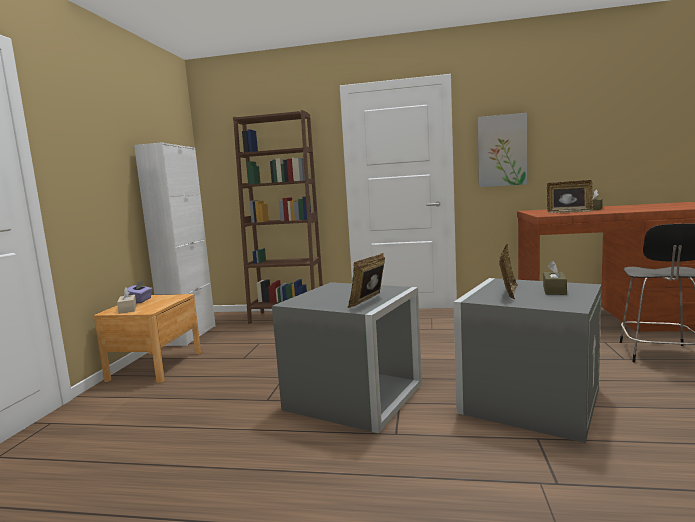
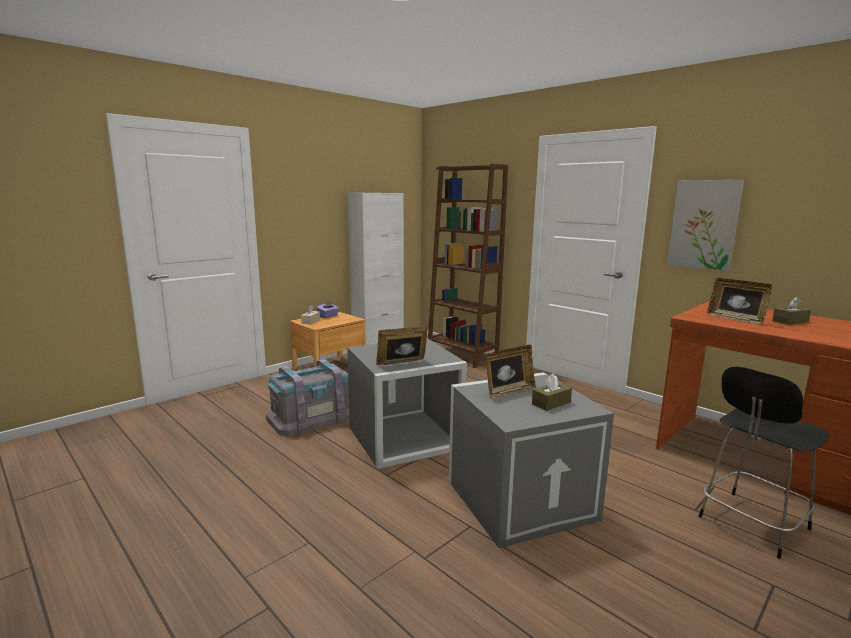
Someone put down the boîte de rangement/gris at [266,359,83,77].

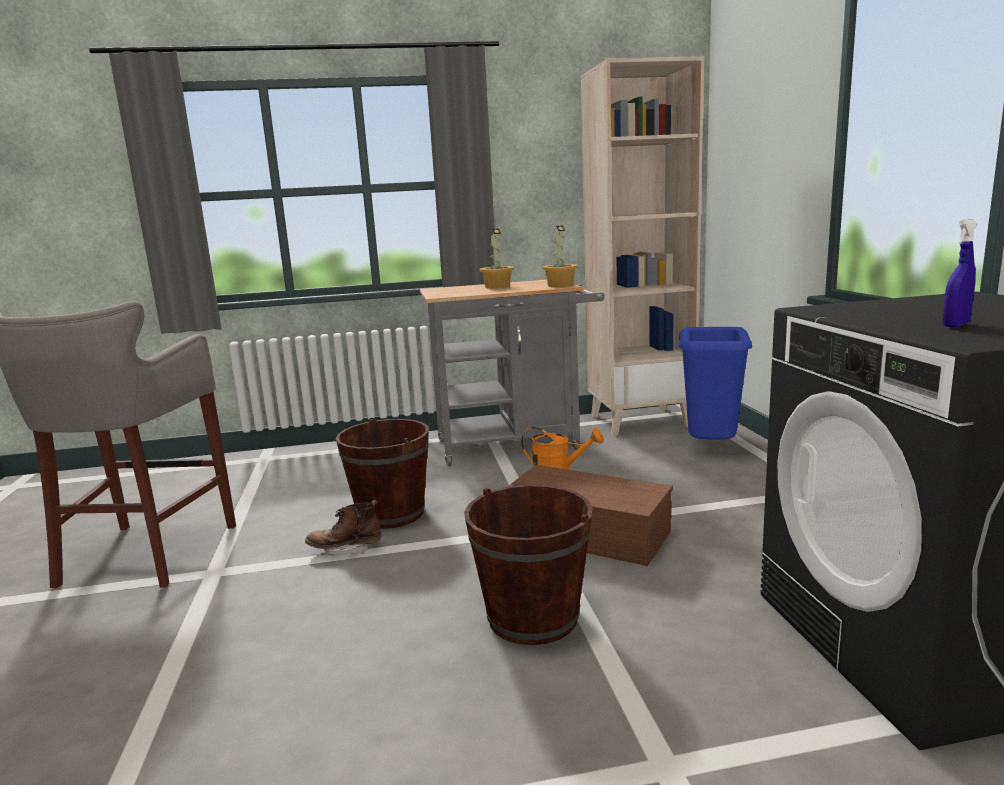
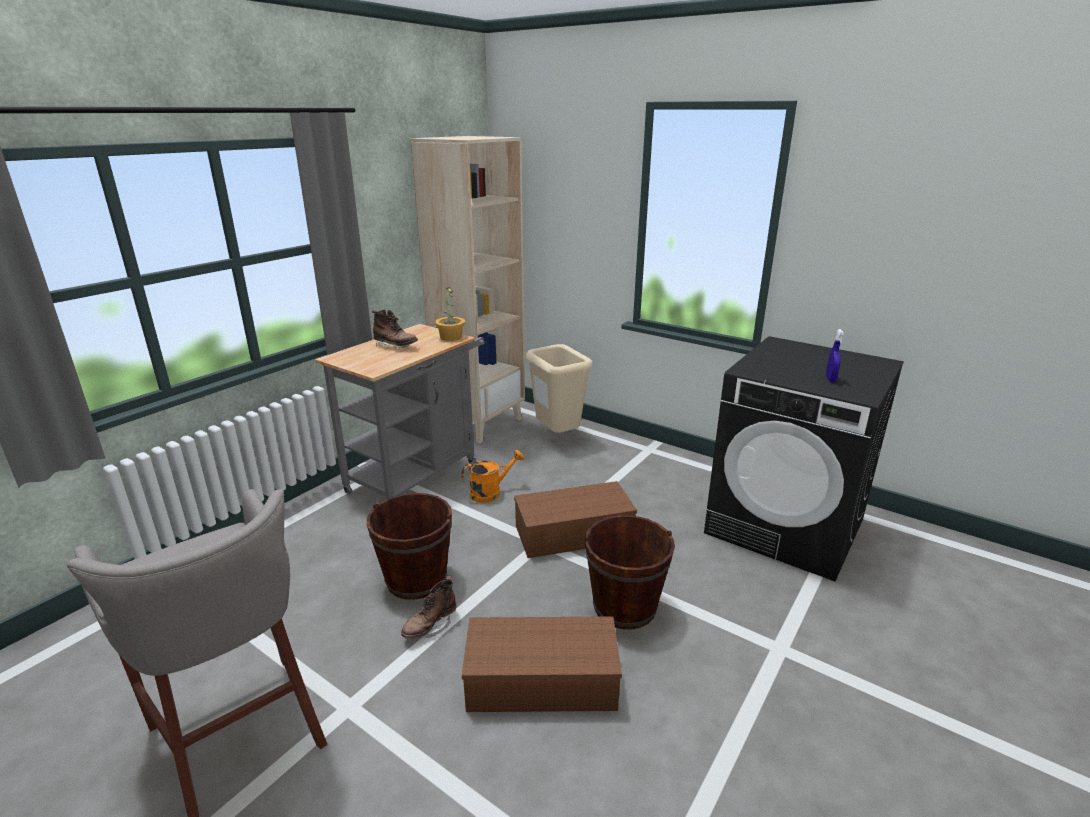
Someone swapped the plante en pot at [480,229,34,60] for the botte/marron at [372,310,46,38]. Someone put down the boîte de rangement/marron at [462,617,160,95]. Someone repainted the poubelle/bleu at [679,327,73,113], which became the poubelle/beige at [526,344,66,89].

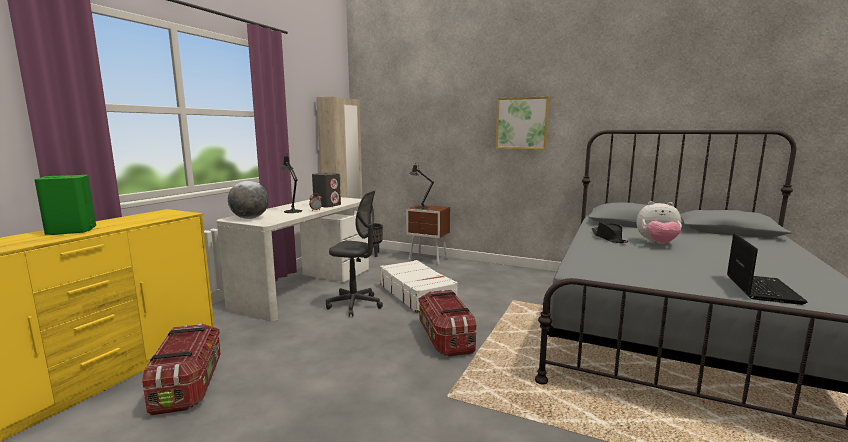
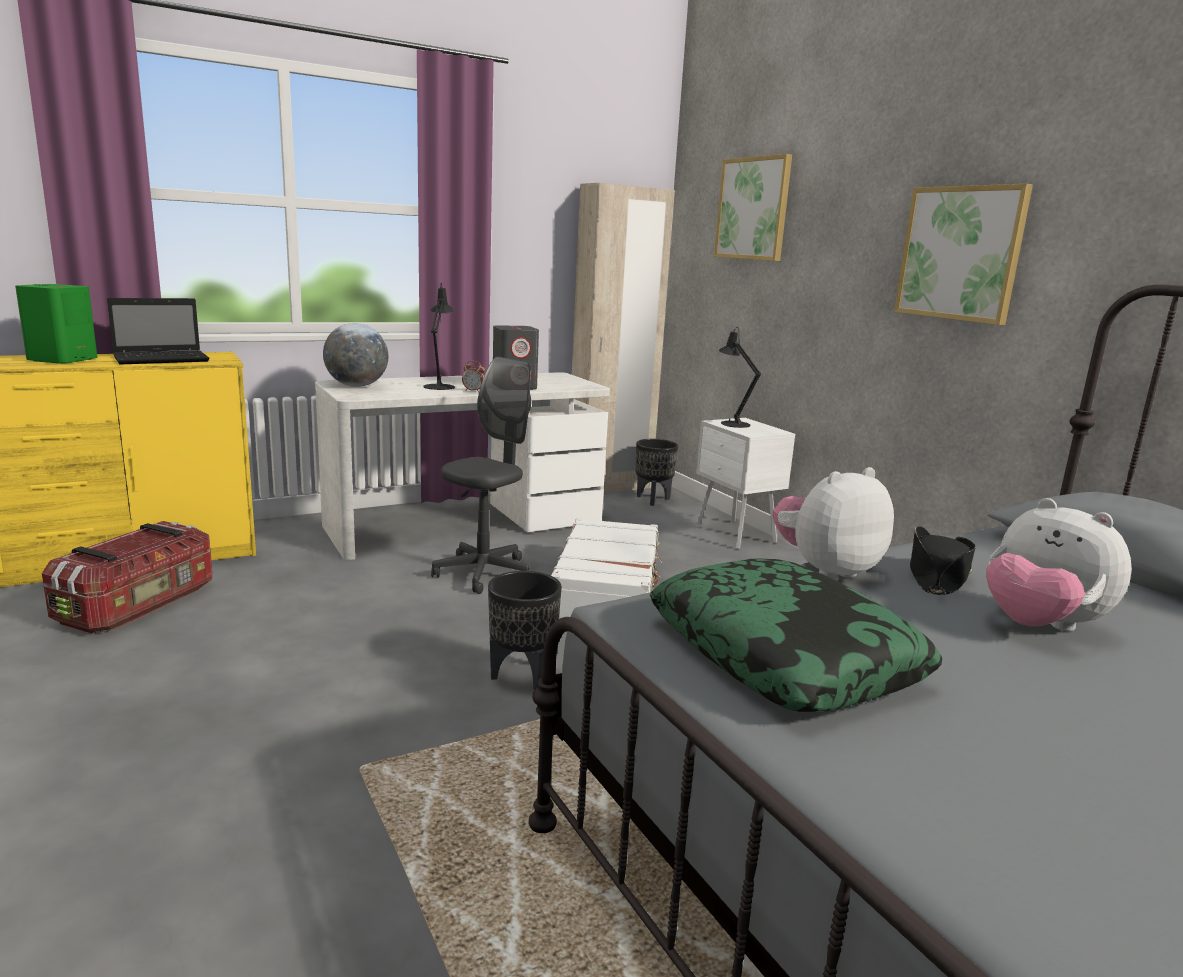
Someone carried the ordinateur portable from [727,233,81,72] to [107,298,103,67]. Someone rotated the chaise de bureau/gris at [326,190,57,127] by 105 degrees counterclockwise. Someone swapped the boîte de rangement at [419,290,57,67] for the cache-pot/noir at [488,571,74,119]. Someone put down the coussin at [650,558,292,154]. Someone repainted the table de chevet/marron at [406,205,44,60], which became the table de chevet/blanc at [696,418,99,132]. Someone put up the tableau at [714,154,78,107]. Someone put down the peluche at [773,467,121,114].

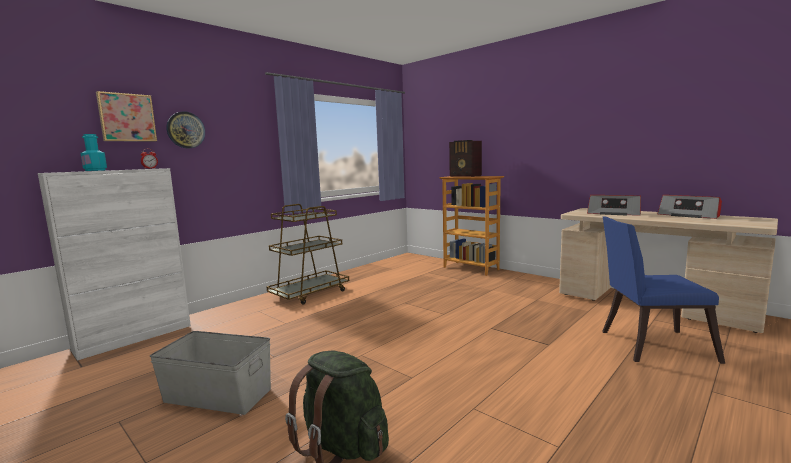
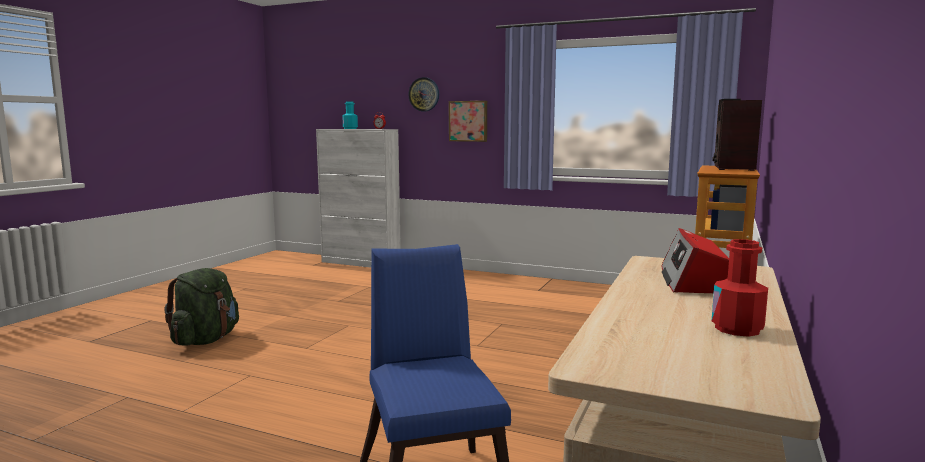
Someone carried the tableau from [96,91,61,51] to [449,101,38,41]. Someone swapped the radio at [658,195,64,24] for the bouteille/rouge at [712,239,56,98]. Someone took away the boîte de rangement/gris at [150,331,121,84]. Someone took away the chariot/marron at [267,204,82,100].

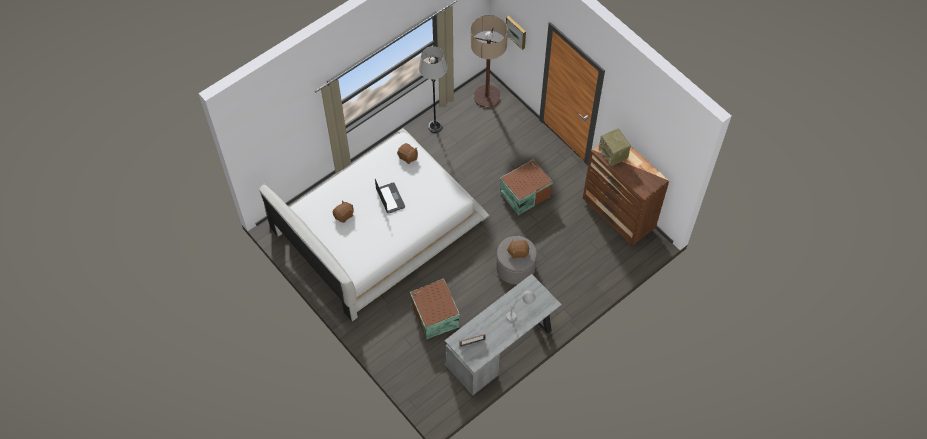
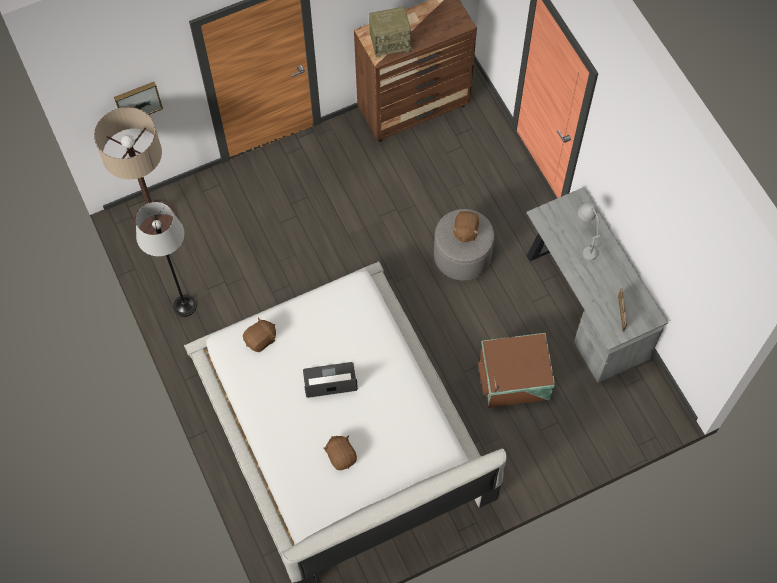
Someone took away the boîte de rangement/marron at [500,160,53,56].

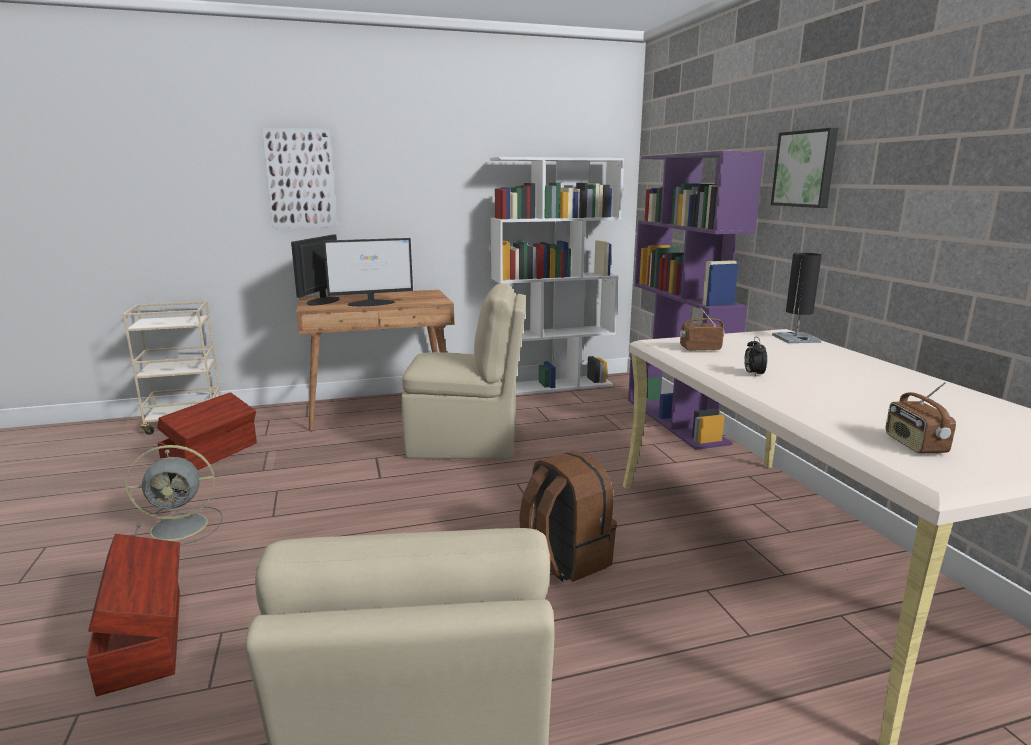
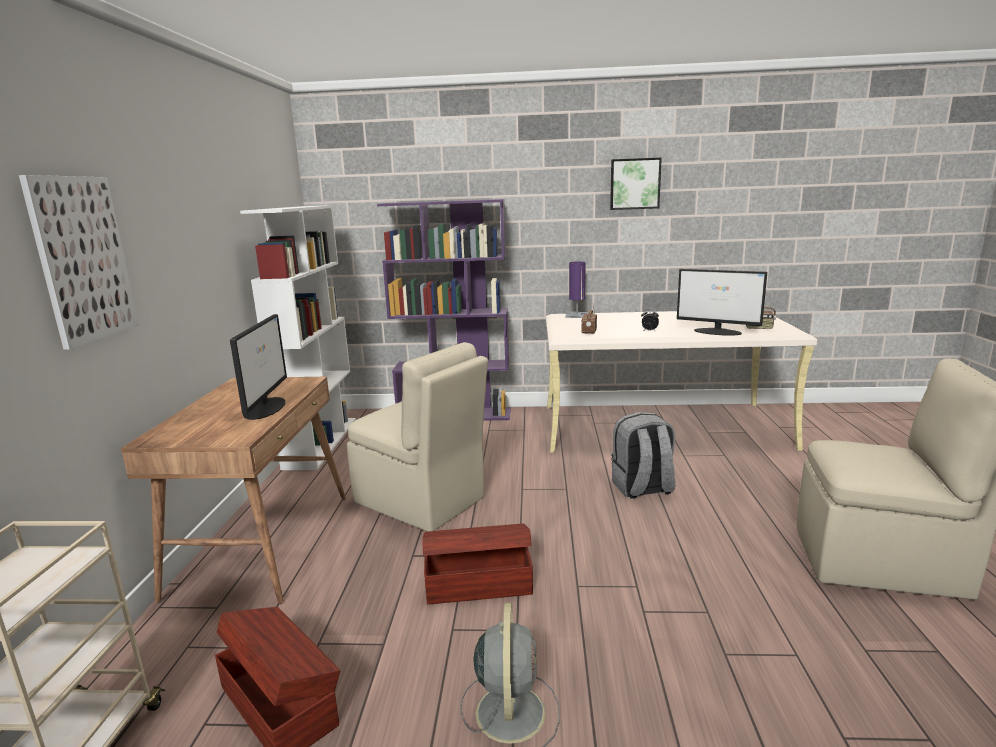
Someone rotated the chaise/beige at [401,283,125,176] by 105 degrees clockwise. Someone carried the boîte de rangement/marron from [86,534,94,162] to [422,523,111,81]. Someone repainted the lampe de table/noir at [772,253,50,90], which became the lampe de table/violet at [565,261,23,57]. Someone carried the tableau from [771,128,67,80] to [610,158,52,52]. Someone repainted the sac à dos/marron at [519,451,98,131], which became the sac à dos/gris at [611,412,64,87]. Someone carried the écran d'ordinateur from [291,234,49,71] to [677,269,90,67].

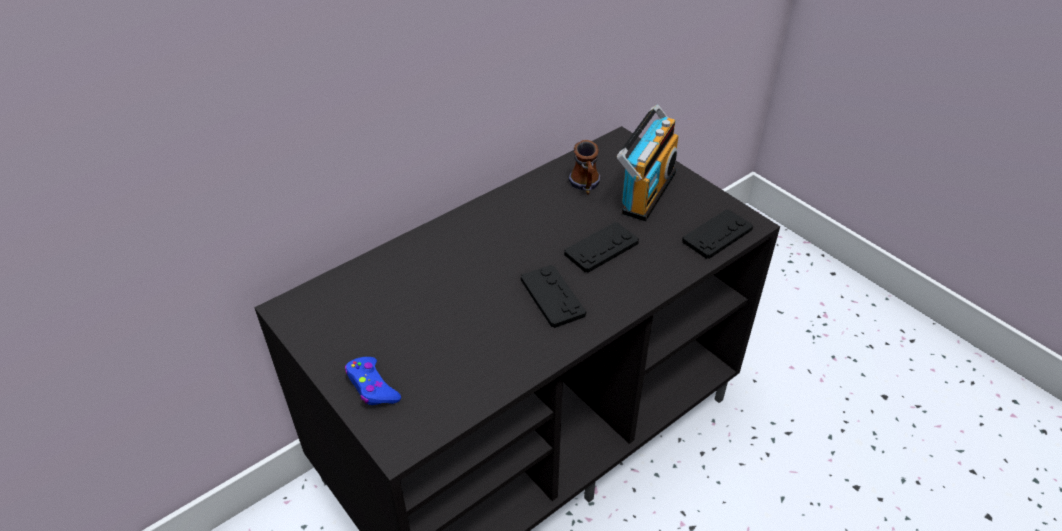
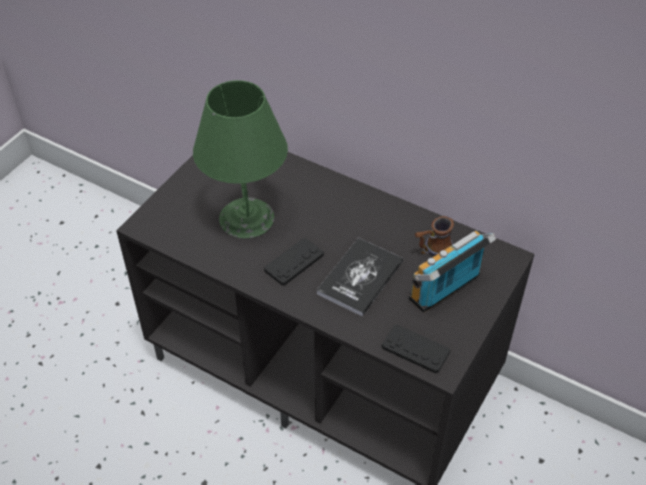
Someone put down the lampe de table/vert at [193,80,95,159]. Someone swapped the manette/noir at [564,222,75,51] for the livre at [317,238,86,78]. Someone rotated the radio at [617,105,62,116] by 135 degrees clockwise. Someone took away the manette/bleu at [345,357,56,48].

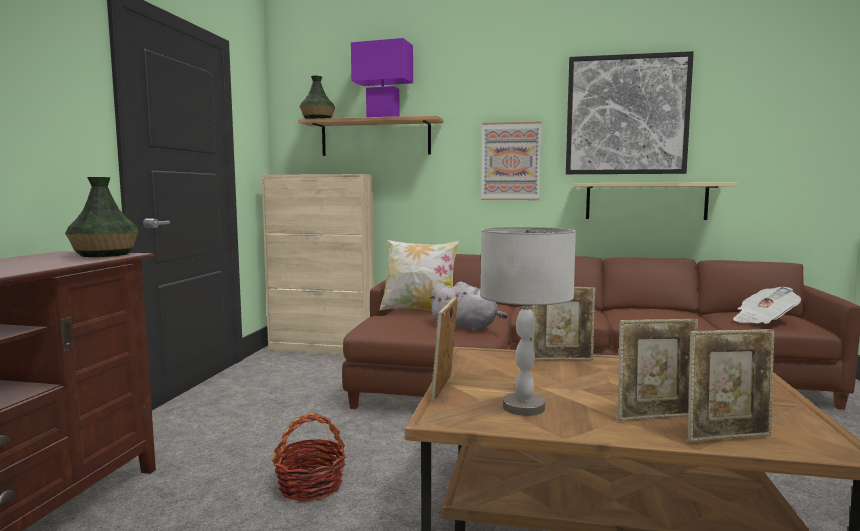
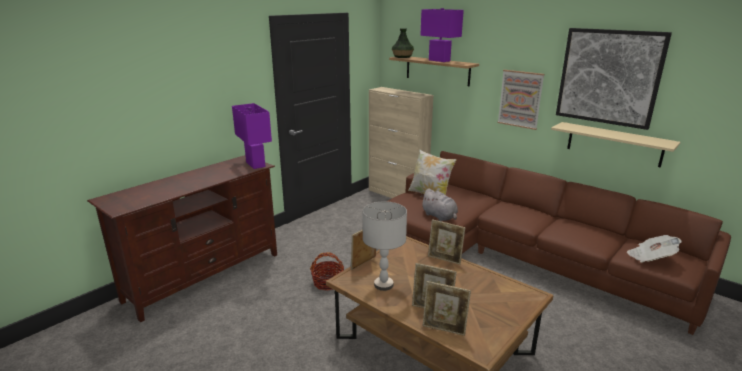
Someone swapped the vase at [65,177,74,80] for the lampe de table/violet at [232,103,40,66].

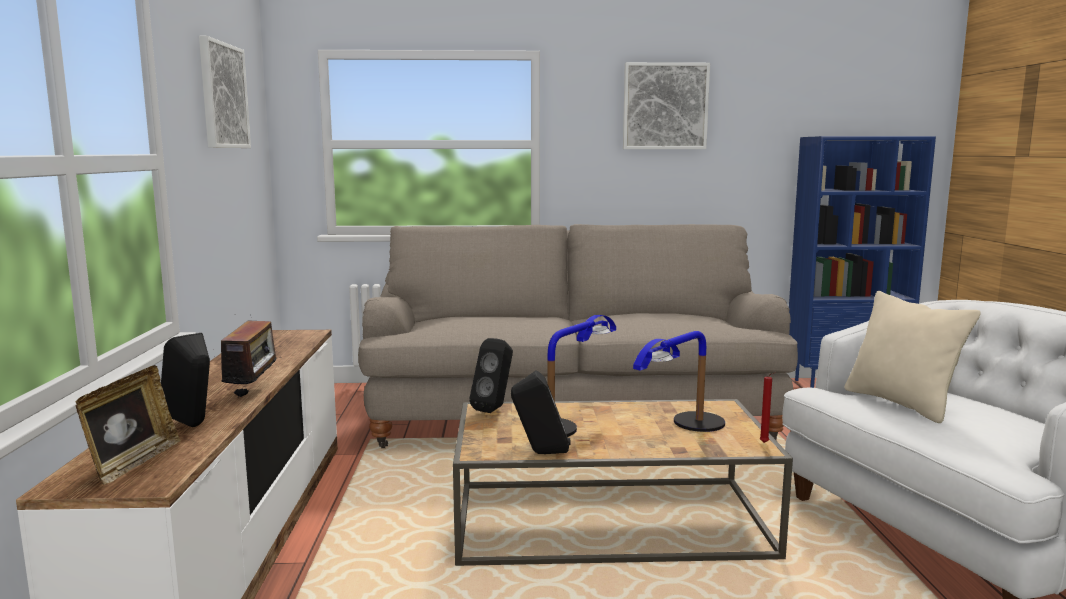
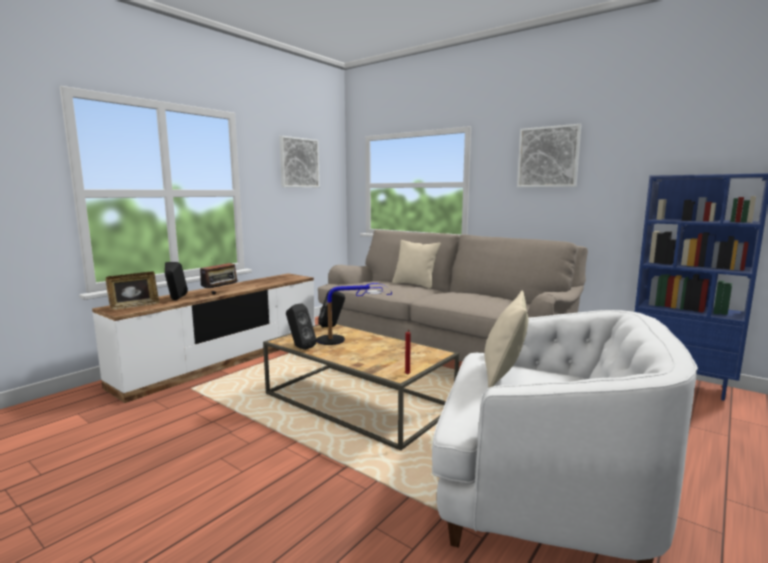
Someone put down the coussin/beige at [392,240,49,49]. Someone took away the lampe de table at [633,331,92,101].

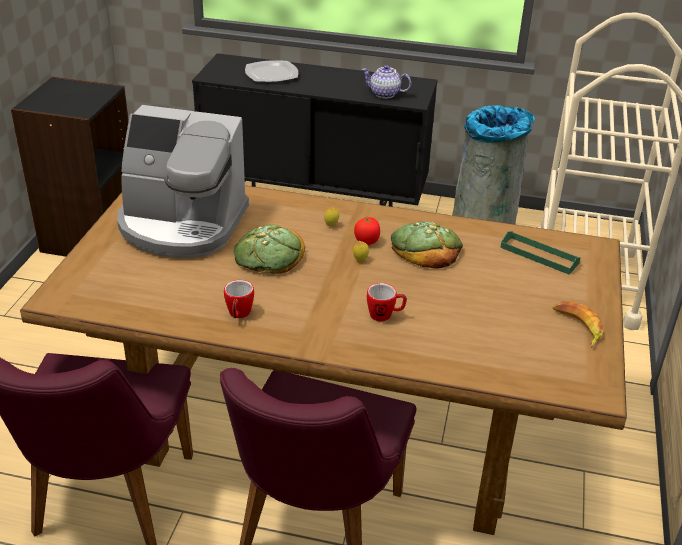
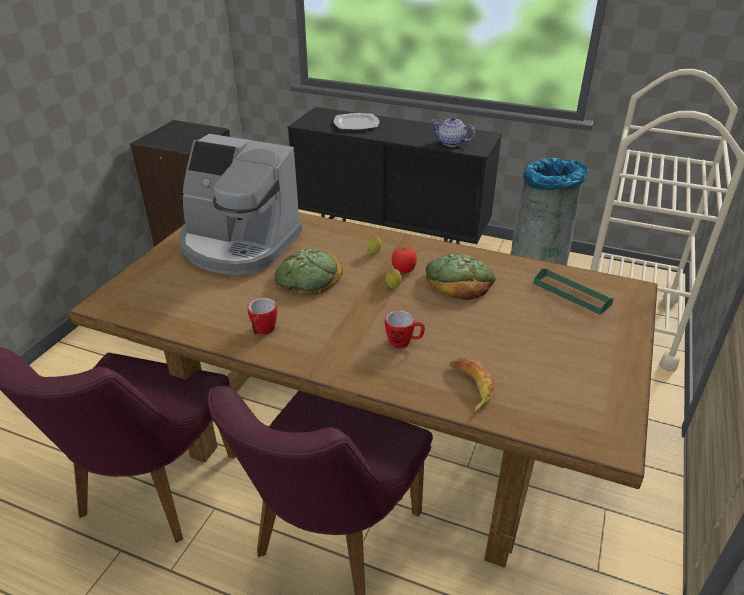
Someone carried the banane from [553,301,50,46] to [449,358,45,54].

